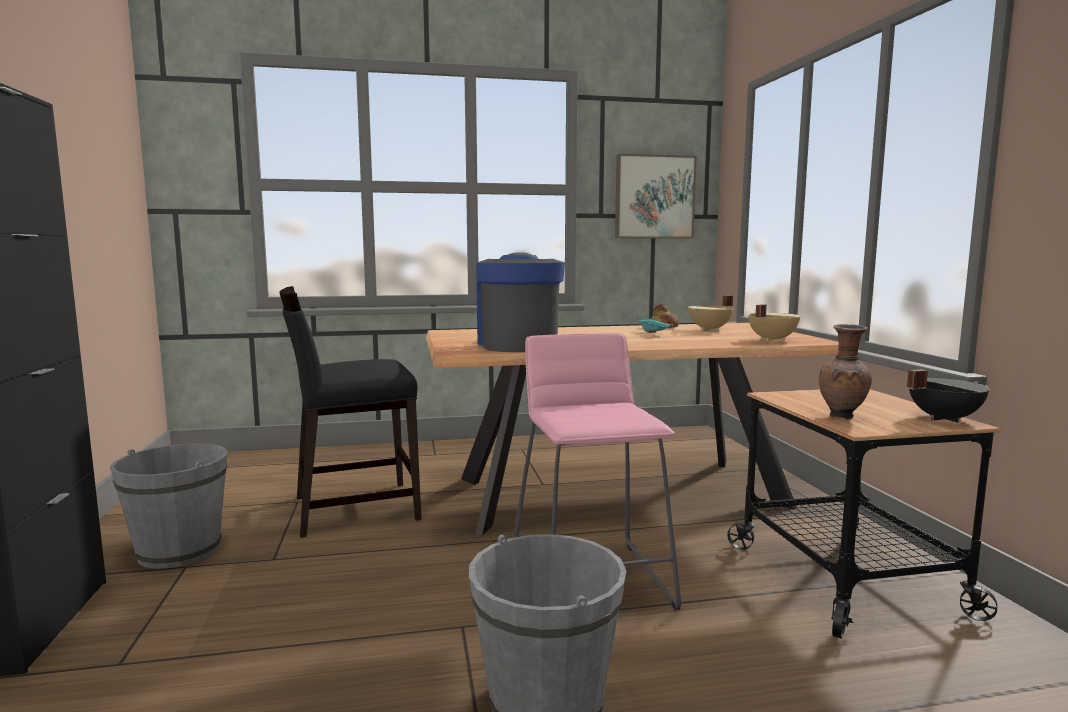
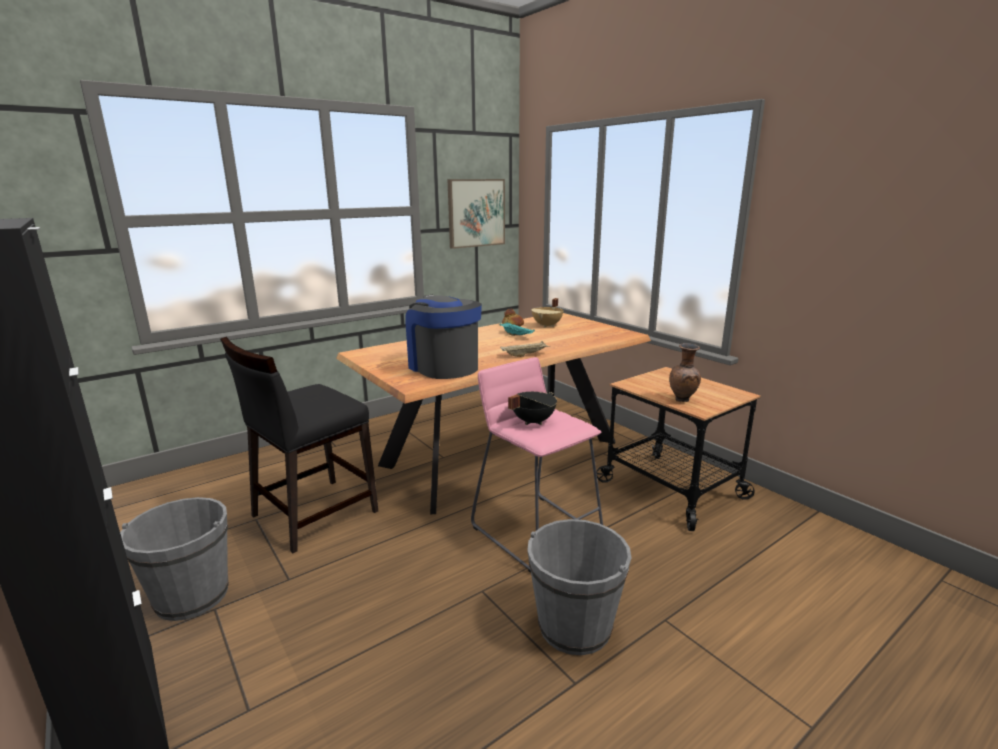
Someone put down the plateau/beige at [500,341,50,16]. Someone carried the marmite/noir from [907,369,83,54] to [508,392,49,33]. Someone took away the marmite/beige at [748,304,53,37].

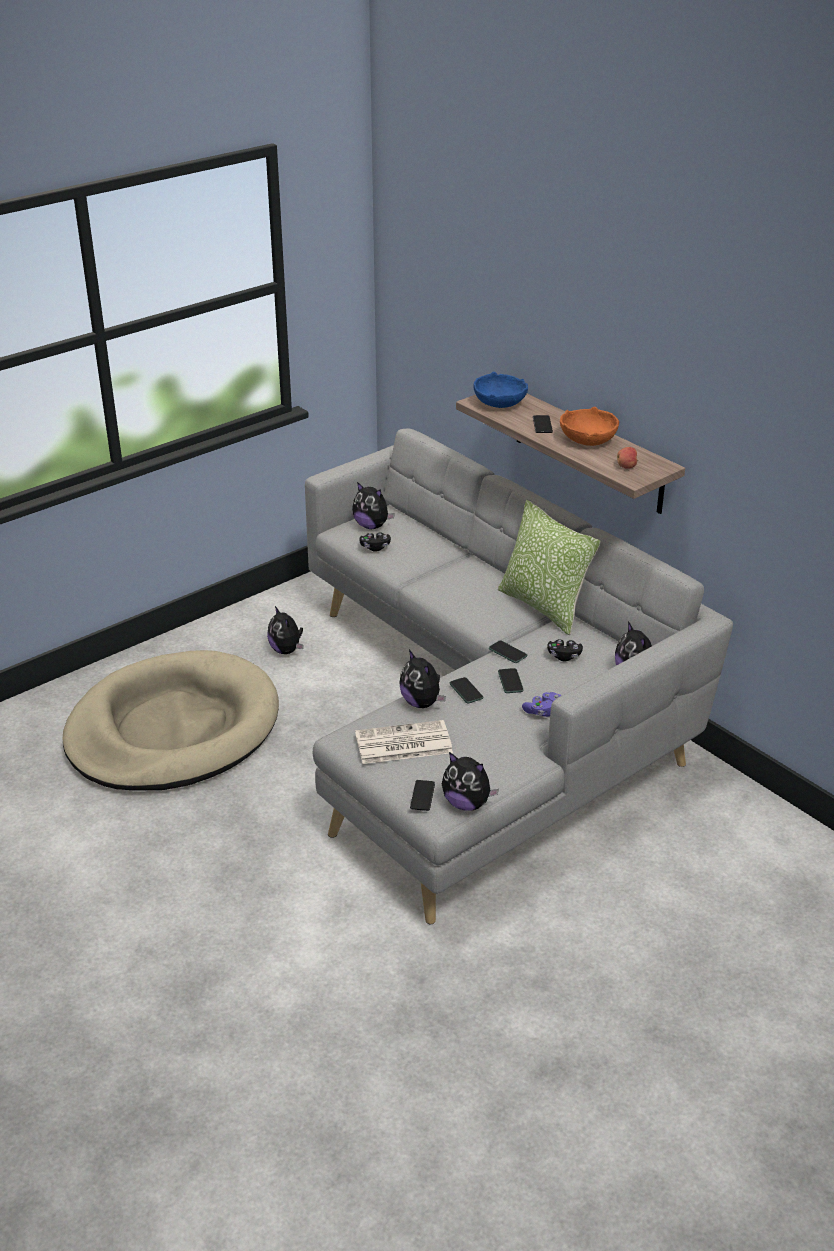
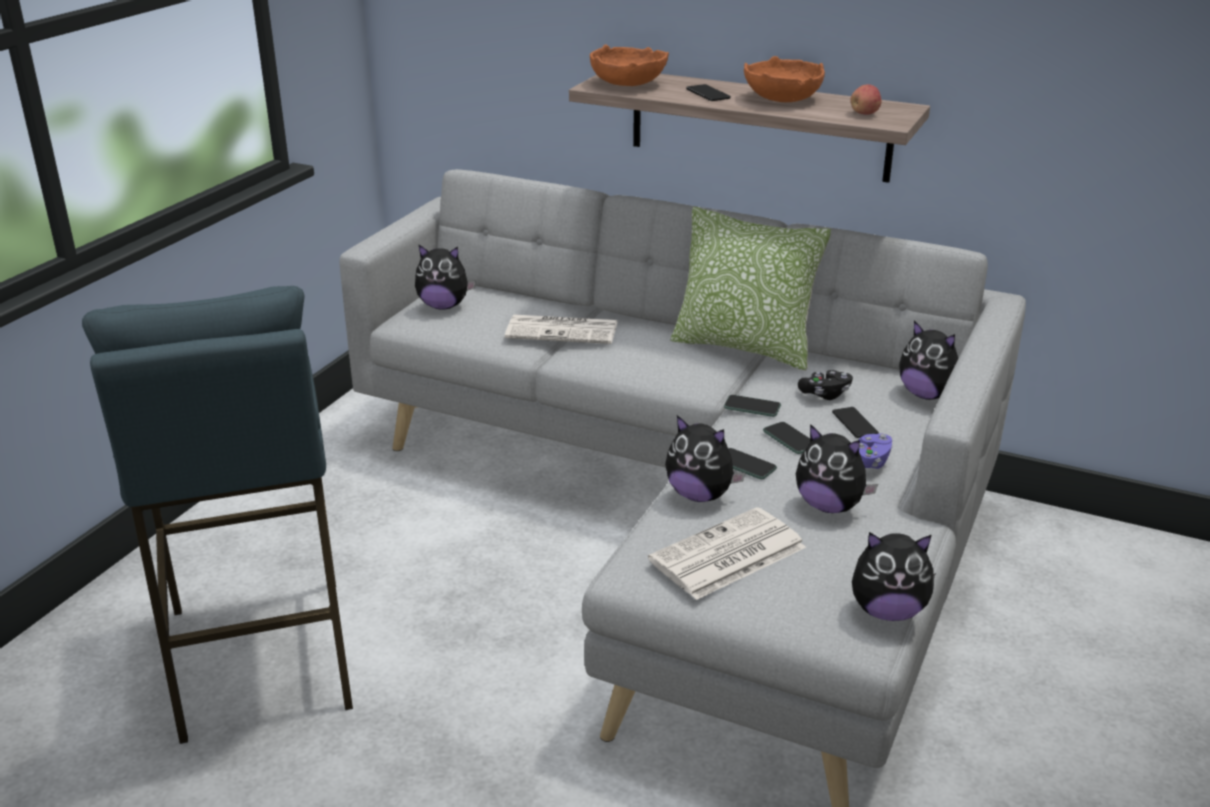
Someone swapped the panier pour chien/beige at [62,650,217,141] for the tabouret/bleu at [82,286,271,458]. Someone put down the journal at [505,315,112,29]. Someone repainted the bol/bleu at [473,372,55,36], which became the bol/orange at [590,45,79,41]. Someone carried the peluche from [267,606,36,48] to [796,424,82,89]. Someone carried the téléphone from [410,780,25,31] to [832,407,47,31]. Someone took away the manette/noir at [359,532,32,20].

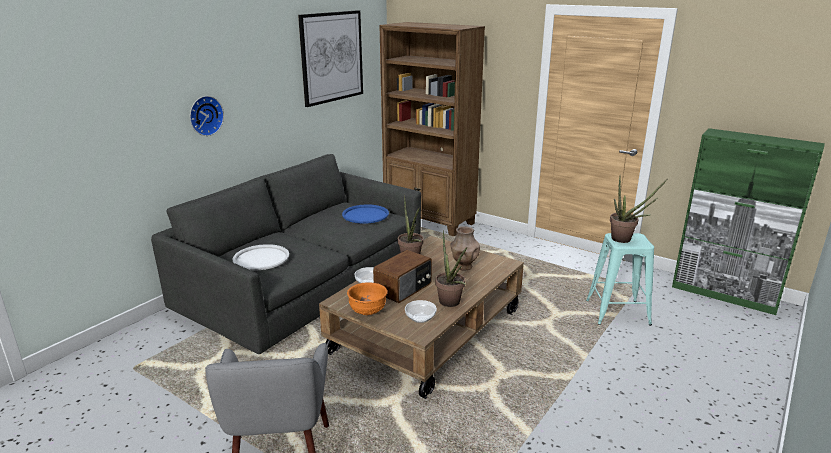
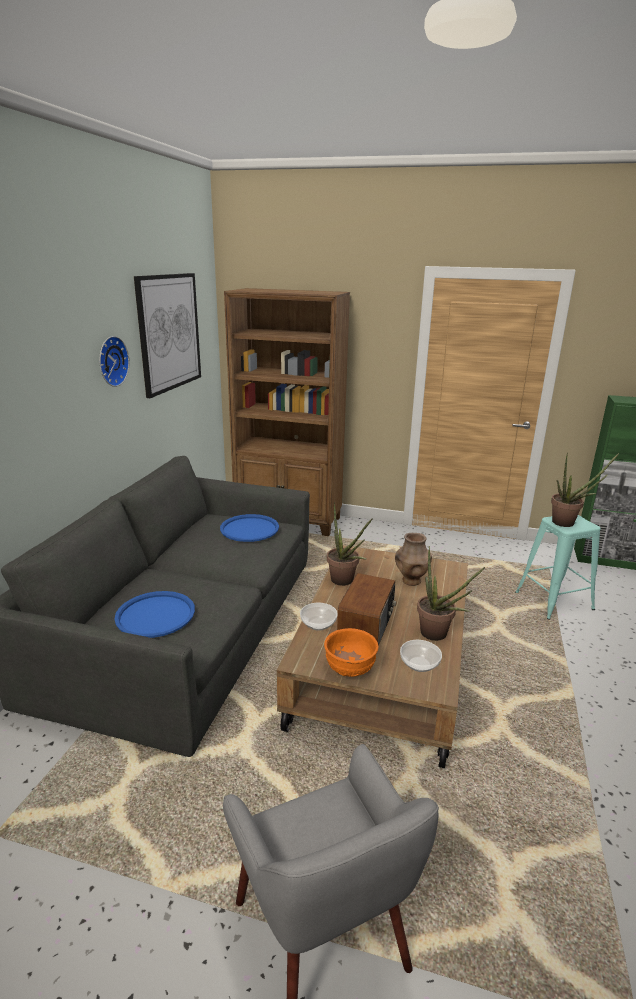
Someone carried the horloge murale from [190,96,34,40] to [99,336,30,51]. Someone repainted the plateau/blanc at [233,244,56,26], which became the plateau/bleu at [115,591,80,47].

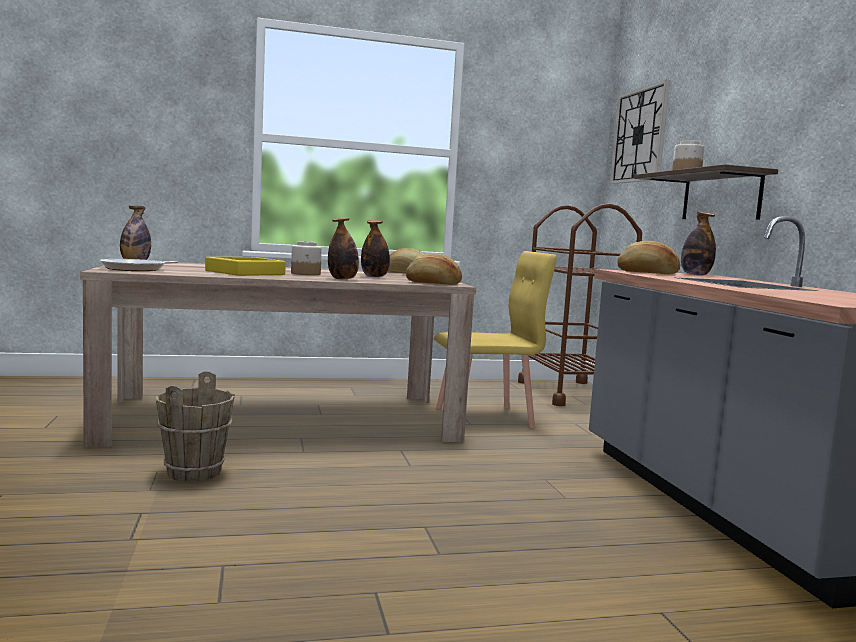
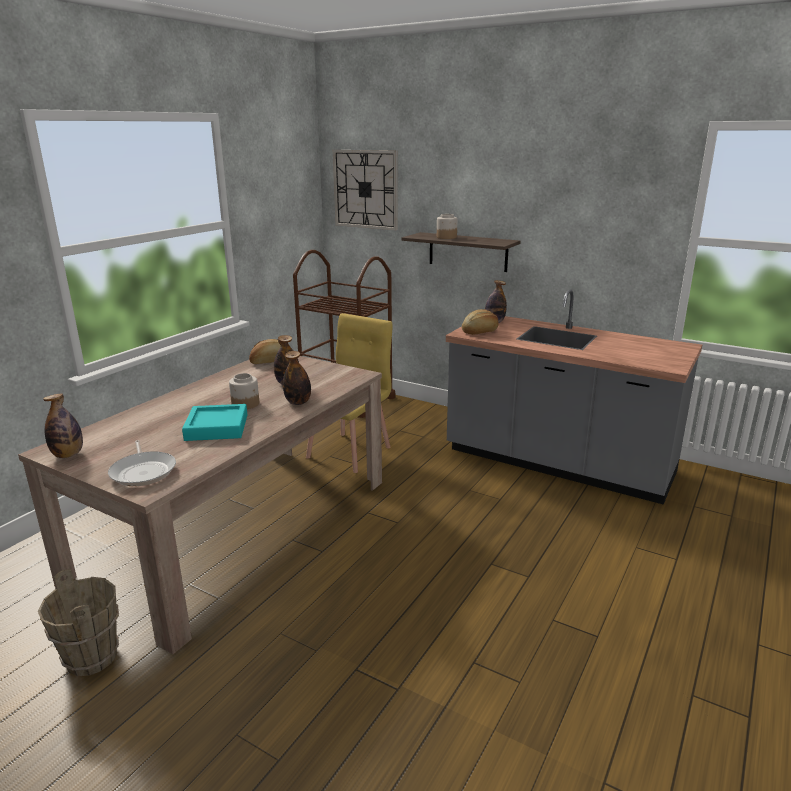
Someone carried the seau/marron from [156,371,79,111] to [38,569,81,107]. Someone repainted the plateau/jaune at [205,257,81,19], which became the plateau/turquoise at [182,404,65,37]. Someone took away the pain at [406,253,56,32].

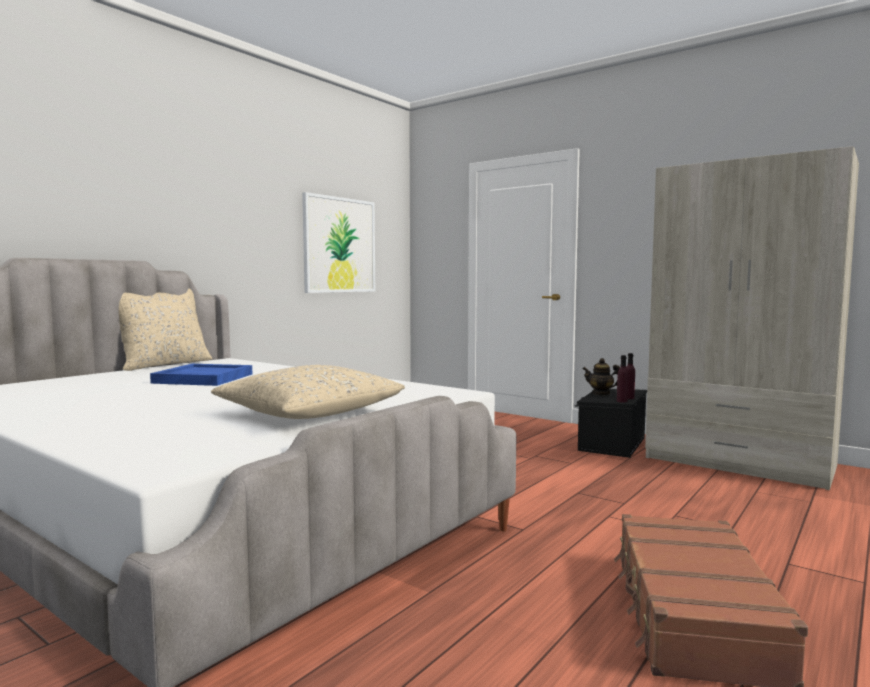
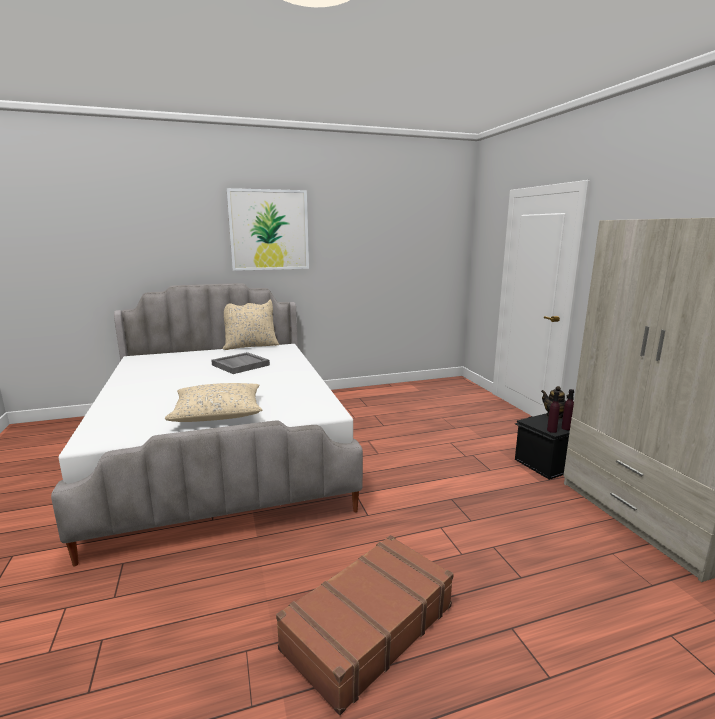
Someone repainted the plateau/bleu at [150,364,102,22], which became the plateau/gris at [211,352,59,22]. Someone carried the tableau from [302,192,73,101] to [227,188,82,83].

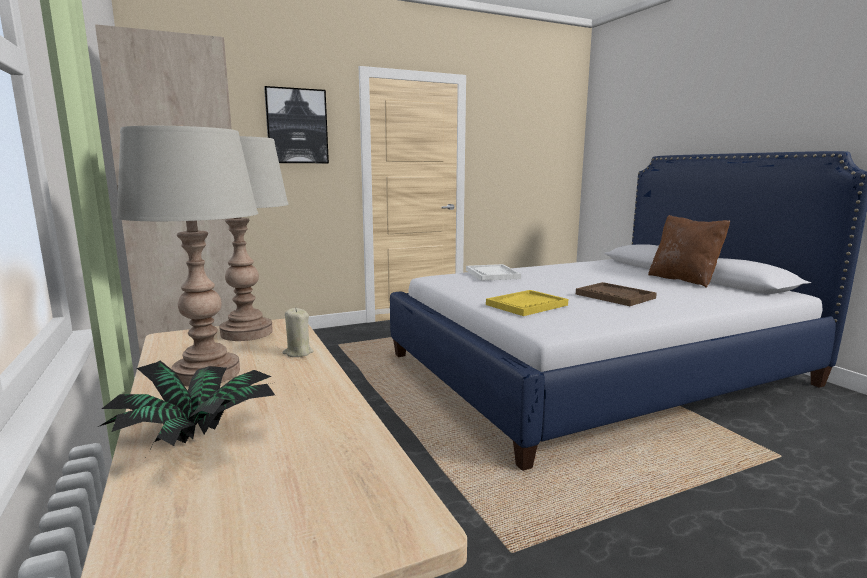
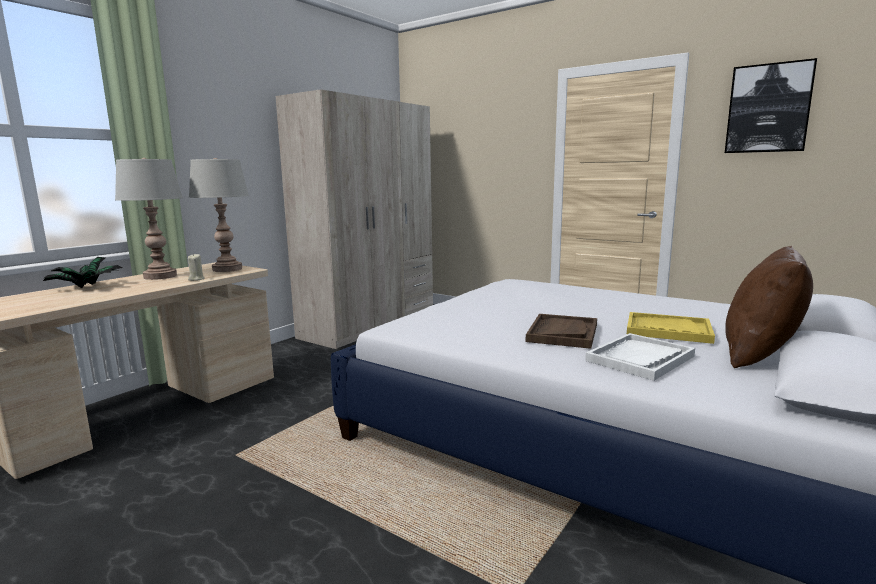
Someone carried the plateau/blanc from [466,264,55,17] to [585,333,110,48]. Someone carried the plateau/jaune from [486,290,82,26] to [627,312,88,32]. Someone carried the tableau from [264,86,65,77] to [725,58,92,95].

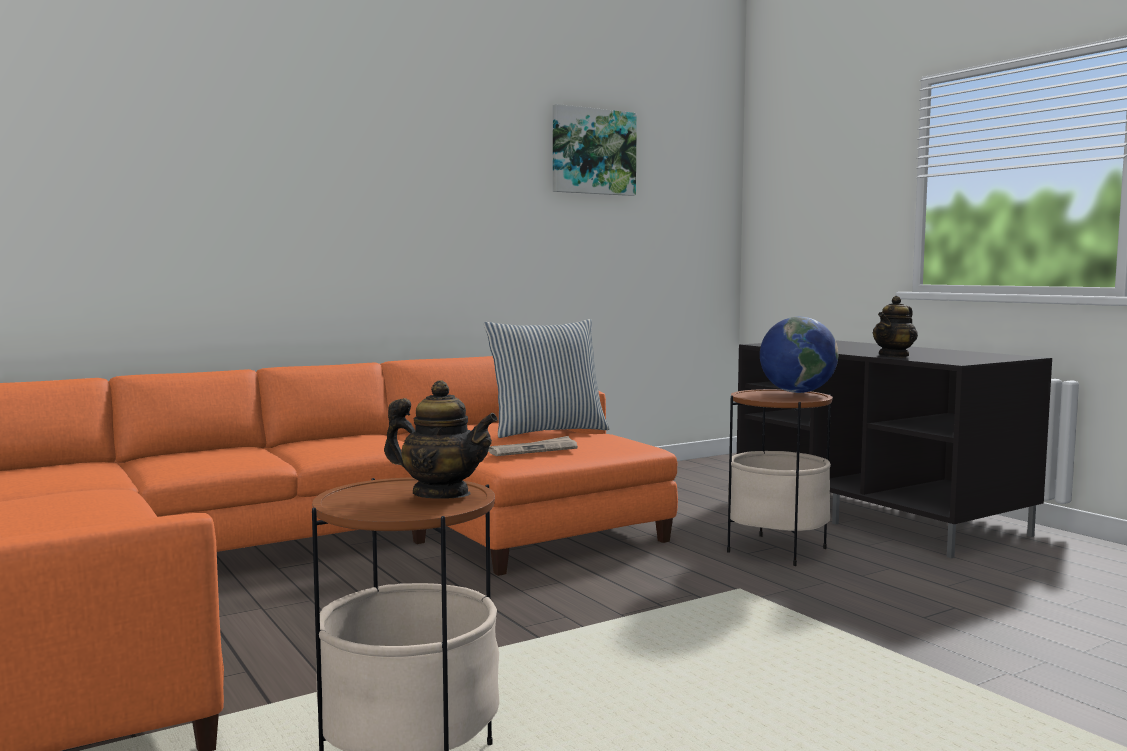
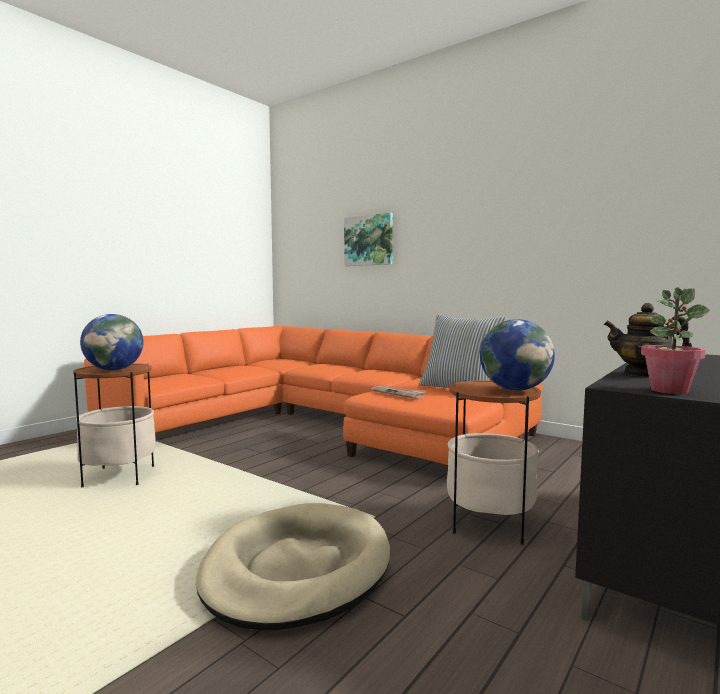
Someone swapped the théière at [384,380,114,119] for the globe at [80,314,63,56]. Someone put down the panier pour chien/beige at [196,503,194,127]. Someone carried the tableau from [553,104,84,92] to [344,213,49,53]. Someone put down the plante en pot at [641,287,69,107].

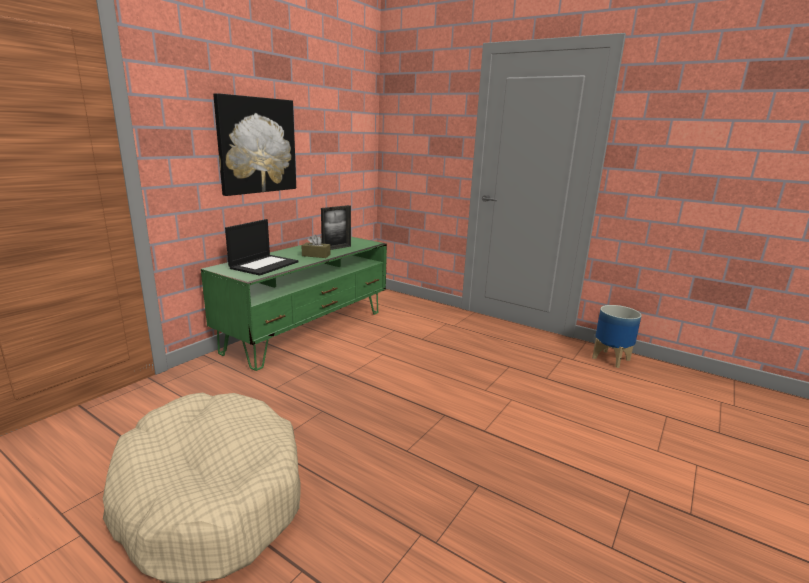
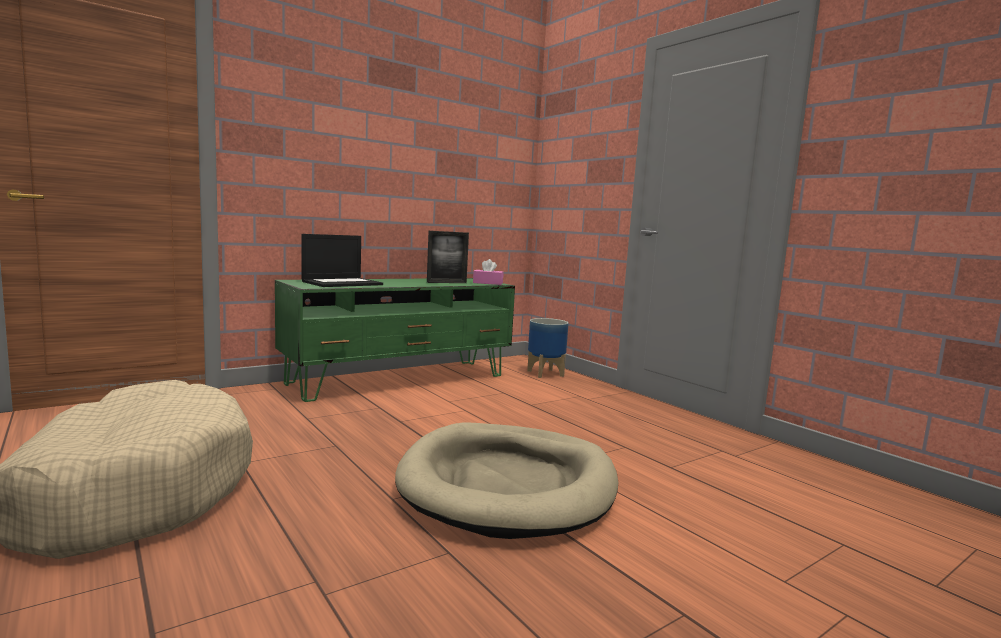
Someone put down the panier pour chien/beige at [395,422,223,117]. Someone put down the boîte à mouchoirs/rose at [473,259,30,26]. Someone carried the cache-pot from [592,305,50,63] to [527,318,42,60]. Someone took away the tableau at [213,93,83,103]. Someone took away the boîte à mouchoirs/marron at [301,234,29,24].

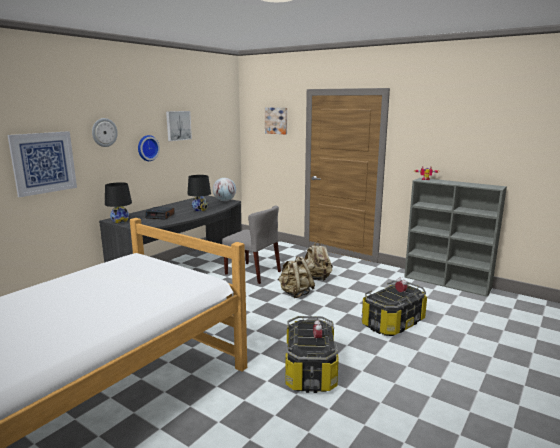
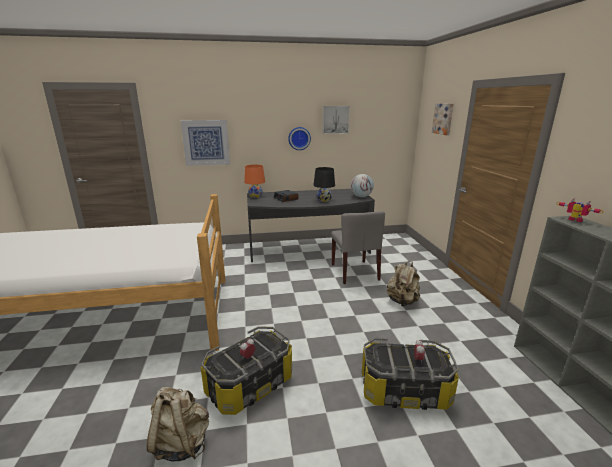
Someone carried the sac à dos/beige from [278,256,37,42] to [147,387,62,74]. Someone repainted the lampe de table/noir at [105,182,27,41], which became the lampe de table/orange at [244,164,21,34]. Someone took away the horloge murale at [92,118,26,29].

